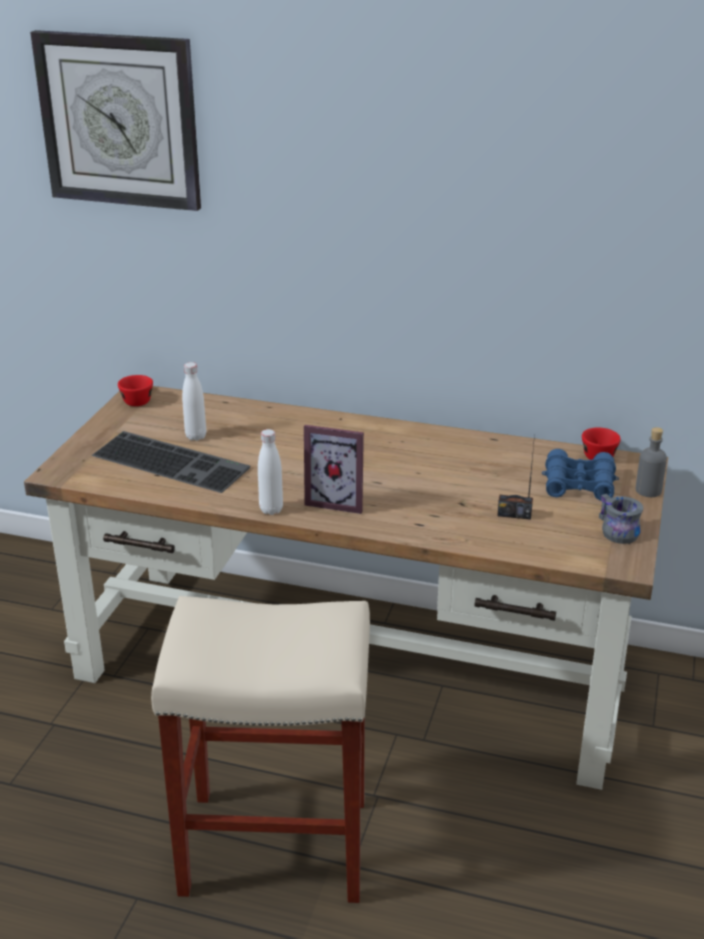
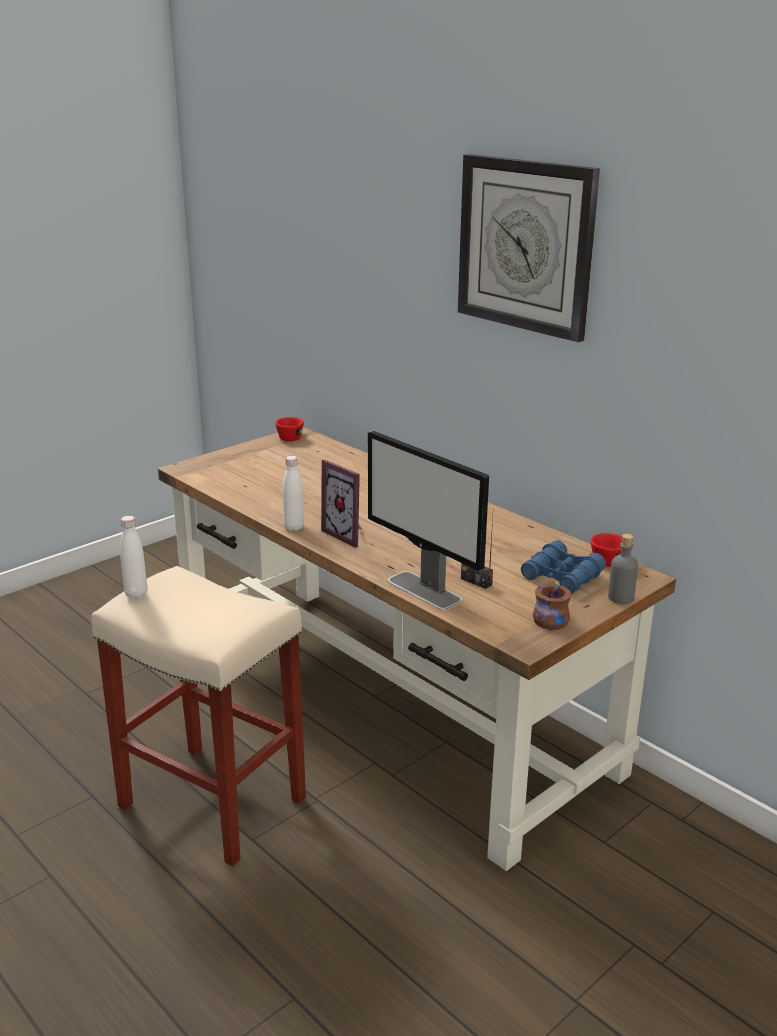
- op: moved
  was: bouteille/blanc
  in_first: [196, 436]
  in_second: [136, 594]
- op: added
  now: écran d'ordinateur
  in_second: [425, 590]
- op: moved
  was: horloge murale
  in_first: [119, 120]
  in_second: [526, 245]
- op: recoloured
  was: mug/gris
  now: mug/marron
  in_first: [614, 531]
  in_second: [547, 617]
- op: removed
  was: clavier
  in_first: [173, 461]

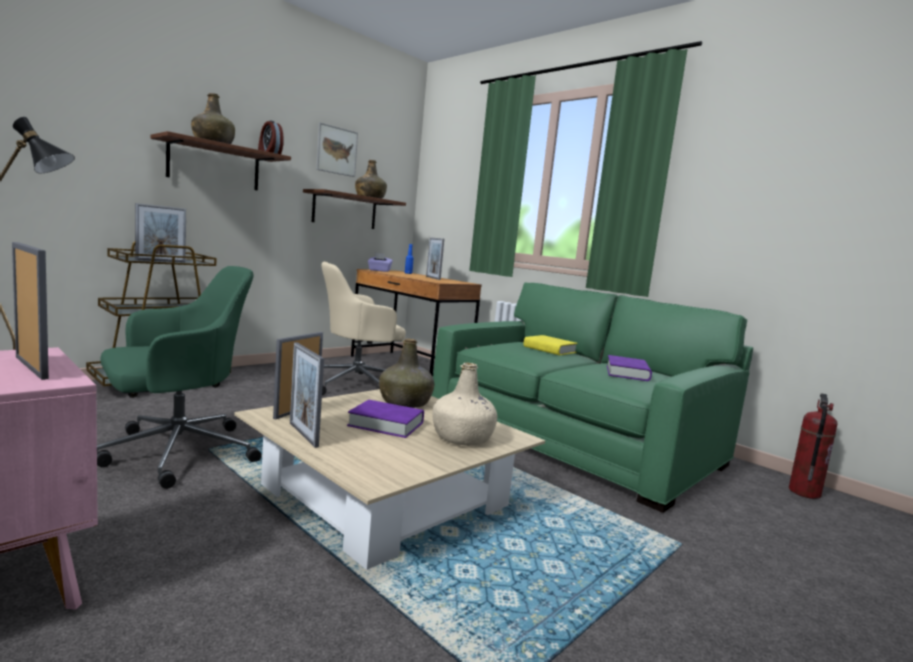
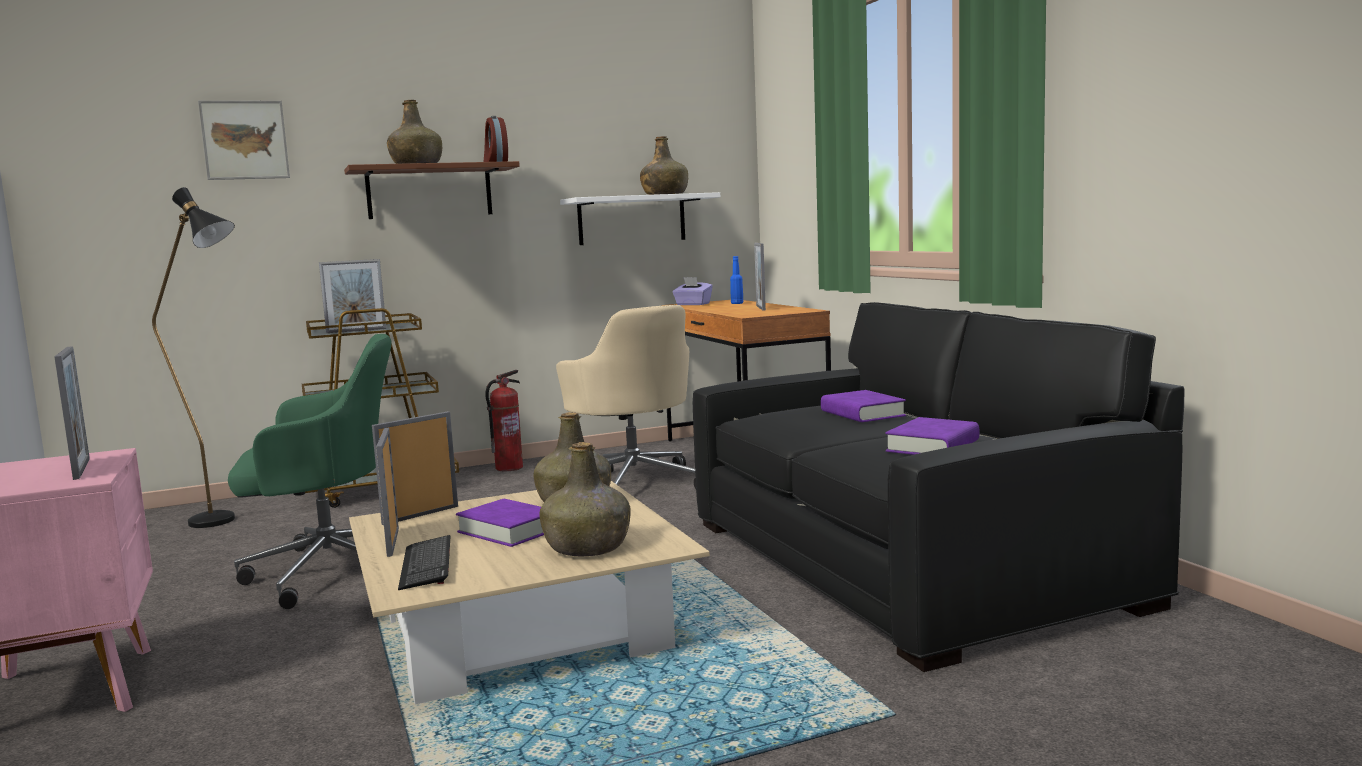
- op: moved
  was: tableau
  in_first: [337, 150]
  in_second: [245, 140]
- op: added
  now: clavier
  in_second: [426, 565]
- op: moved
  was: extincteur
  in_first: [803, 492]
  in_second: [509, 468]
- op: recoloured
  was: bouteille/beige
  now: bouteille/vert
  in_first: [463, 438]
  in_second: [588, 547]
- op: turned
  was: chaise de bureau/beige
  in_first: [357, 385]
  in_second: [634, 484]
  clockwise: -120
- op: recoloured
  was: étagère/marron
  now: étagère/blanc
  in_first: [345, 210]
  in_second: [632, 219]
- op: recoloured
  was: canapé/vert
  now: canapé/noir
  in_first: [574, 439]
  in_second: [906, 561]
- op: recoloured
  was: livre/jaune
  now: livre/violet
  in_first: [549, 349]
  in_second: [862, 414]

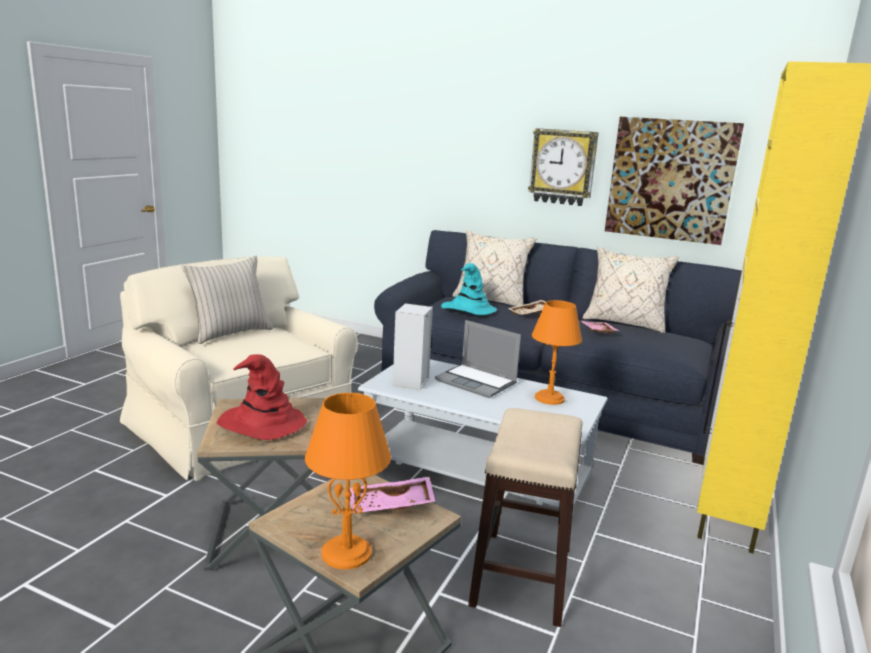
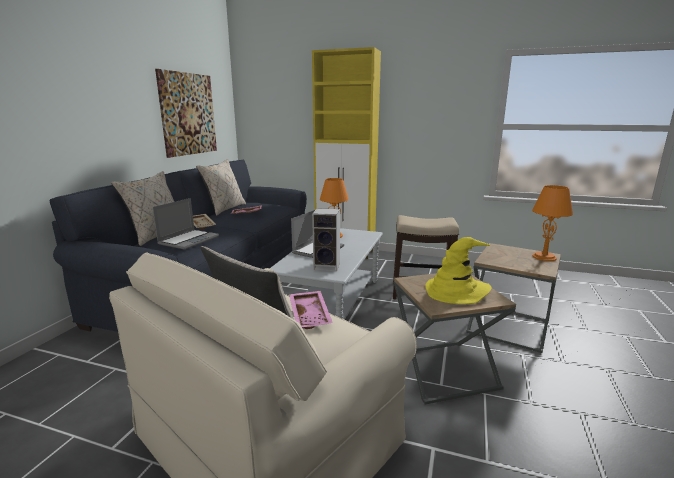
- op: replaced
  was: chapeau/turquoise
  now: ordinateur portable
  in_first: [468, 309]
  in_second: [189, 240]
- op: moved
  was: plateau/rose
  in_first: [391, 506]
  in_second: [311, 315]
- op: recoloured
  was: chapeau/rouge
  now: chapeau/jaune
  in_first: [261, 424]
  in_second: [456, 291]
- op: removed
  was: horloge murale
  in_first: [562, 167]

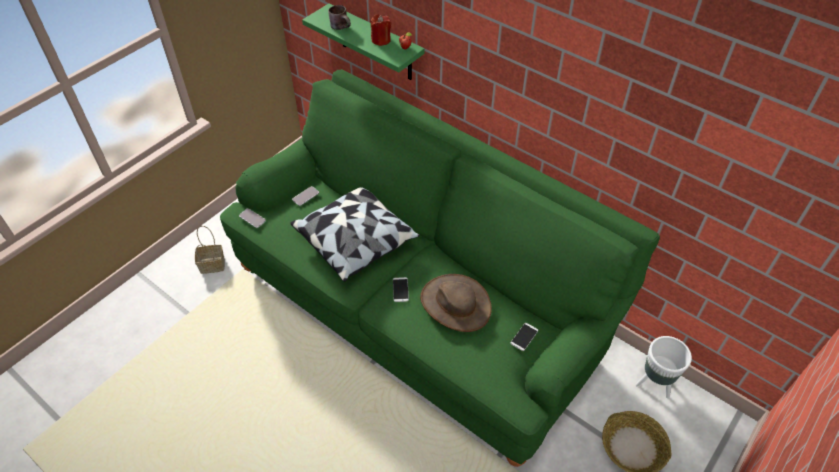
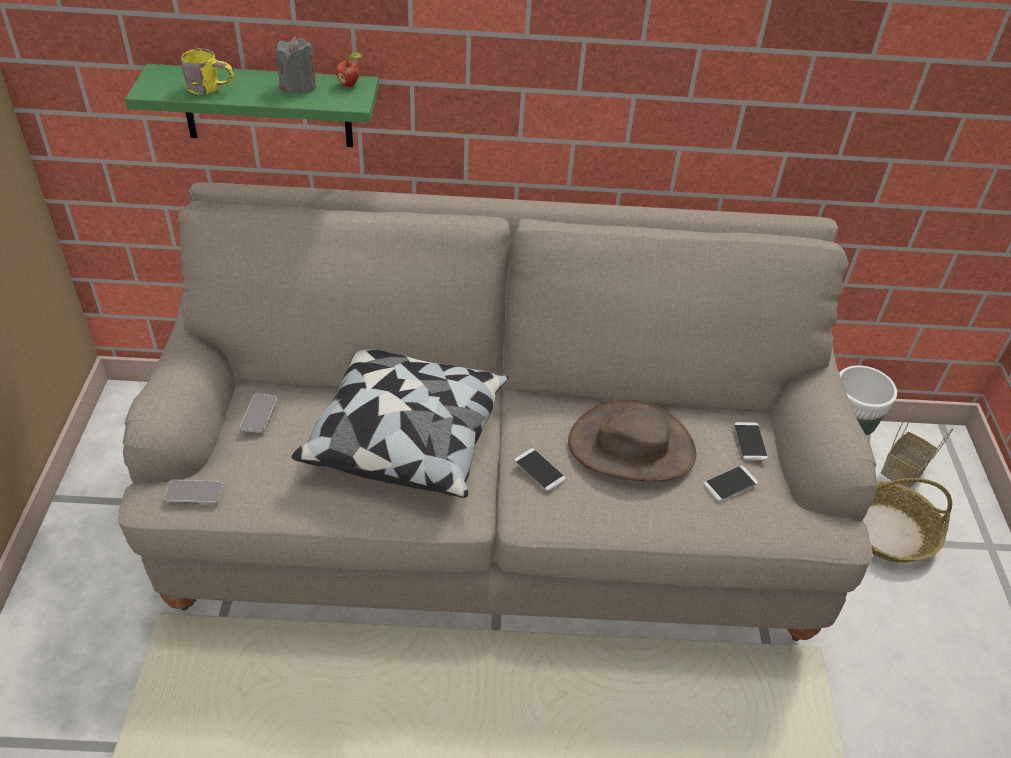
- op: recoloured
  was: canapé/vert
  now: canapé/beige
  in_first: [420, 309]
  in_second: [496, 515]
- op: recoloured
  was: mug/marron
  now: mug/jaune
  in_first: [342, 27]
  in_second: [211, 87]
- op: recoloured
  was: bougie/rouge
  now: bougie/gris
  in_first: [381, 40]
  in_second: [298, 86]
- op: added
  now: téléphone
  in_second: [730, 484]
- op: moved
  was: panier
  in_first: [211, 265]
  in_second: [902, 472]

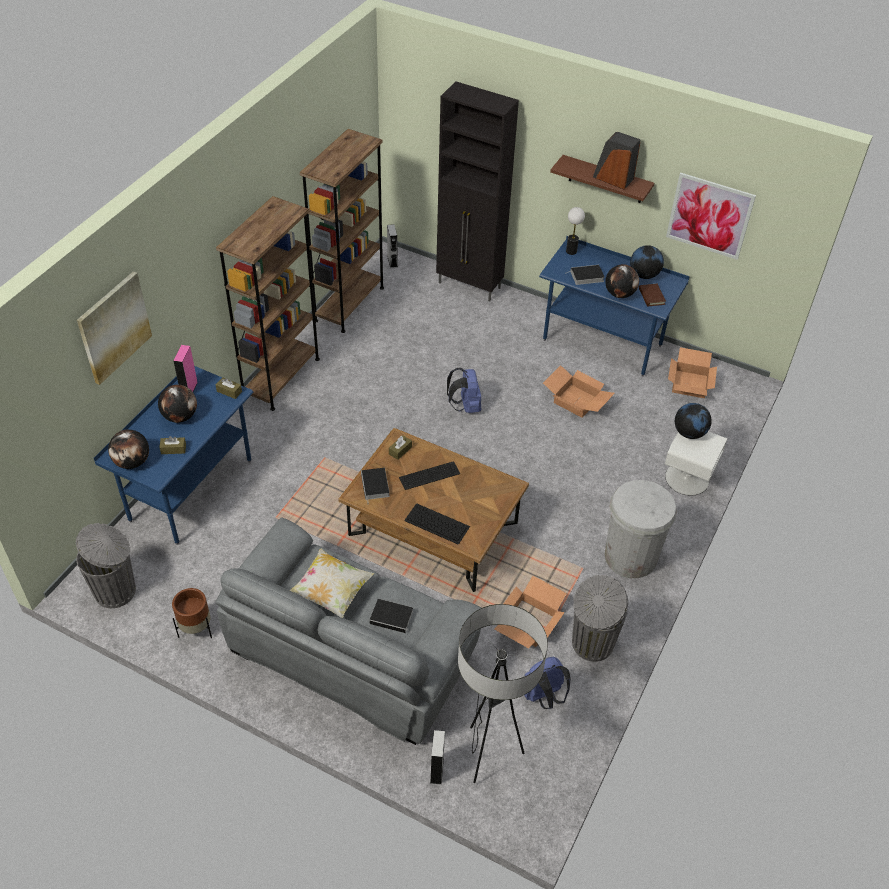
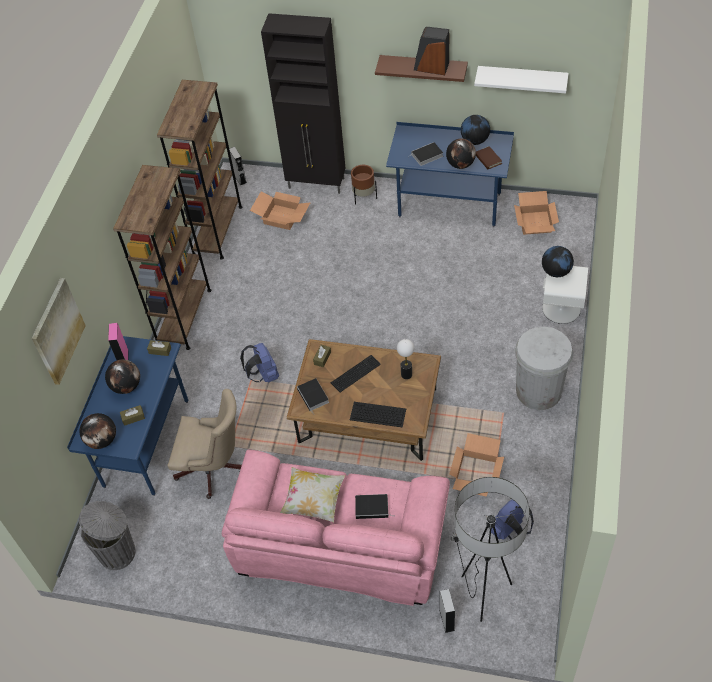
- op: added
  now: chaise de bureau/beige
  in_second: [214, 468]
- op: recoloured
  was: canapé/gris
  now: canapé/rose
  in_first: [350, 655]
  in_second: [339, 546]
- op: moved
  was: sac à dos/bleu
  in_first: [465, 406]
  in_second: [263, 375]
- op: moved
  was: carton
  in_first: [577, 400]
  in_second: [282, 217]
- op: moved
  was: cache-pot/marron
  in_first: [196, 629]
  in_second: [364, 197]
- op: moved
  was: lampe de table
  in_first: [571, 251]
  in_second: [406, 374]
- op: replaced
  was: tableau
  now: étagère/blanc
  in_first: [709, 216]
  in_second: [522, 79]
- op: removed
  was: poubelle/gris
  in_first: [591, 644]

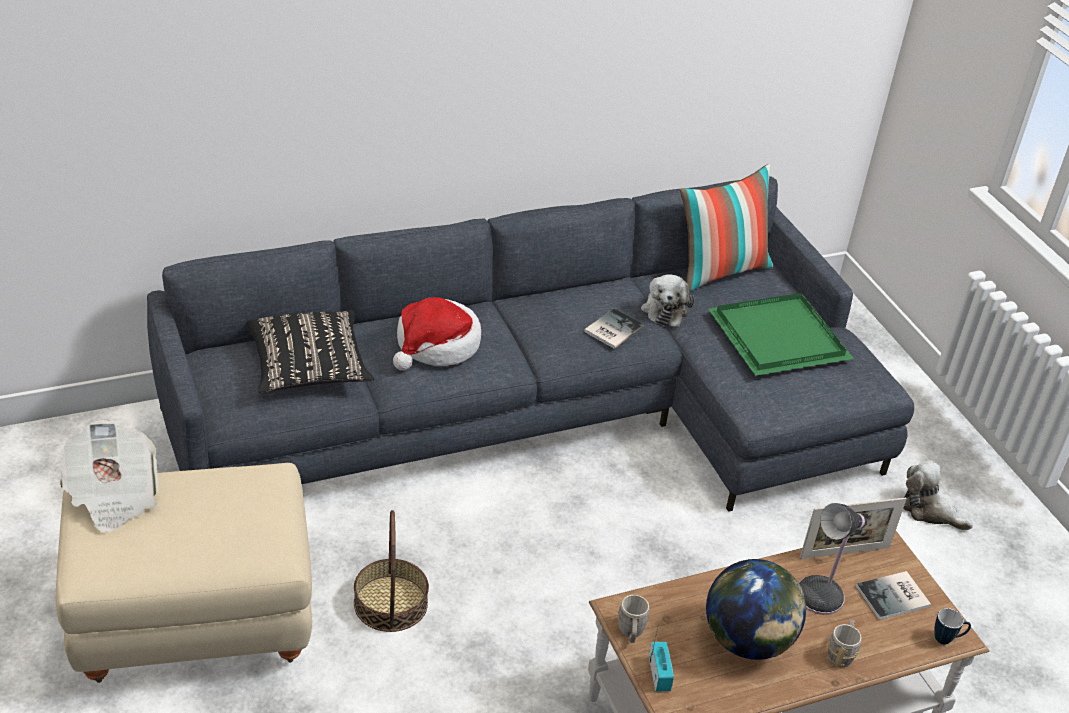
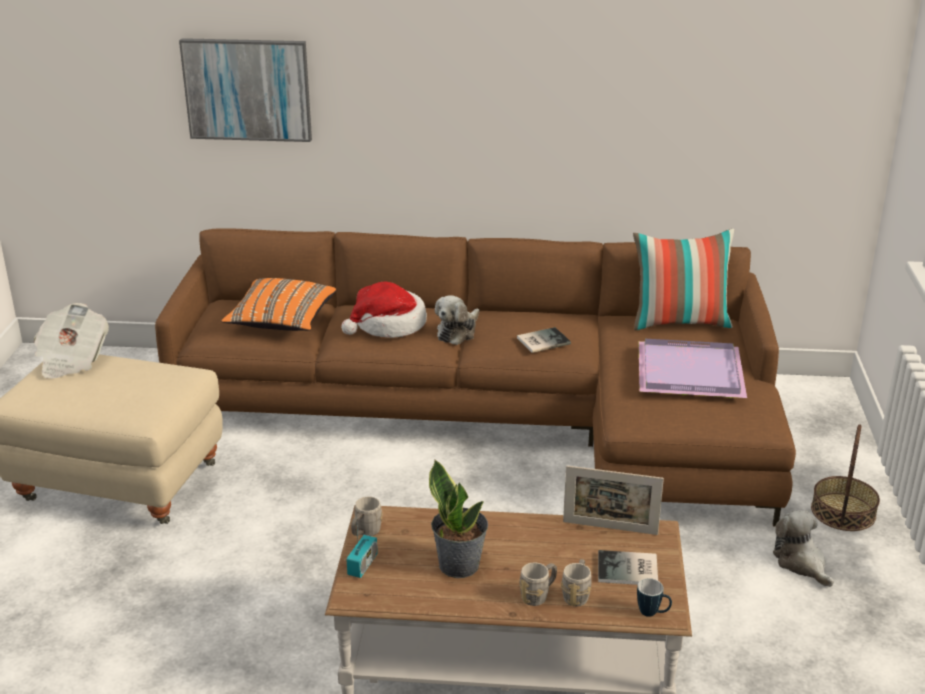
- op: recoloured
  was: canapé/gris
  now: canapé/marron
  in_first: [547, 412]
  in_second: [498, 417]
- op: added
  now: tableau
  in_second: [247, 89]
- op: recoloured
  was: coussin/noir
  now: coussin/orange
  in_first: [308, 369]
  in_second: [281, 322]
- op: replaced
  was: globe
  now: plante en pot
  in_first: [747, 642]
  in_second: [459, 564]
- op: moved
  was: peluche
  in_first: [664, 309]
  in_second: [458, 332]
- op: added
  now: mug/gris
  in_second: [577, 594]
- op: recoloured
  was: plateau/vert
  now: plateau/violet
  in_first: [775, 336]
  in_second: [687, 371]
- op: moved
  was: panier
  in_first: [391, 603]
  in_second: [843, 512]
- op: removed
  was: lampe de table
  in_first: [822, 594]

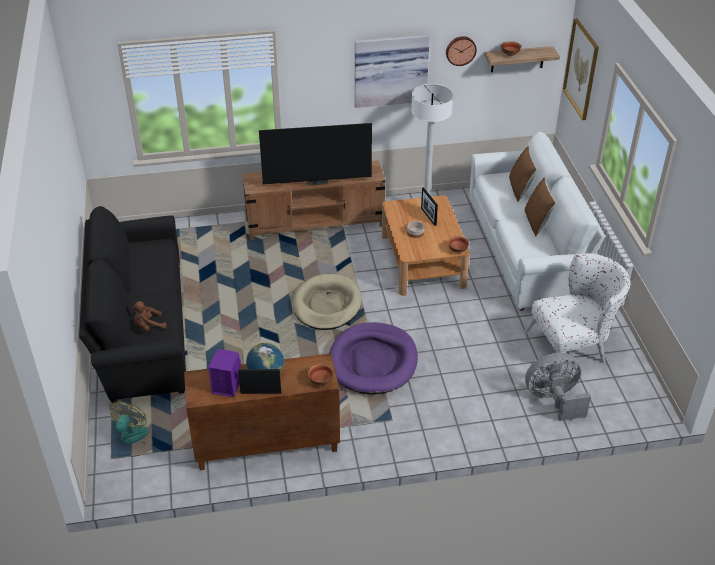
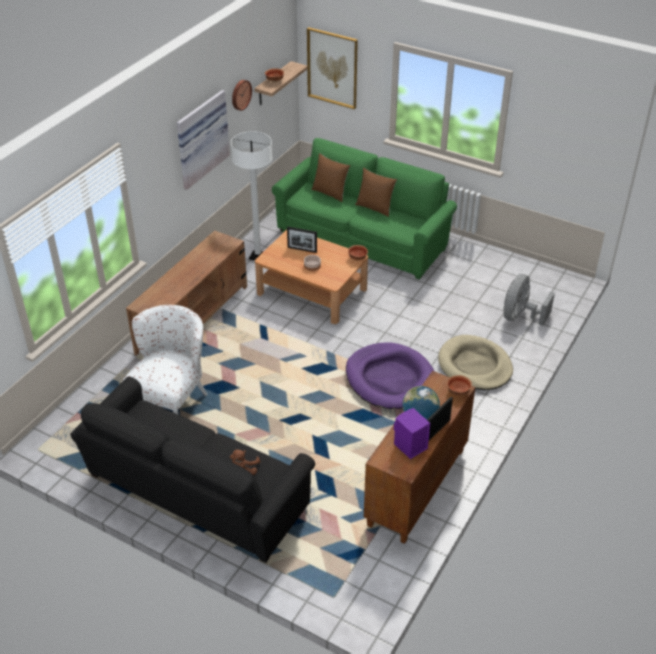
- op: moved
  was: fauteuil/blanc
  in_first: [573, 346]
  in_second: [171, 399]
- op: recoloured
  was: canapé/blanc
  now: canapé/vert
  in_first: [528, 250]
  in_second: [364, 238]
- op: moved
  was: panier pour chien/beige
  in_first: [327, 305]
  in_second: [475, 366]
- op: removed
  was: ventilateur
  in_first: [131, 440]
- op: removed
  was: téléviseur
  in_first: [317, 180]

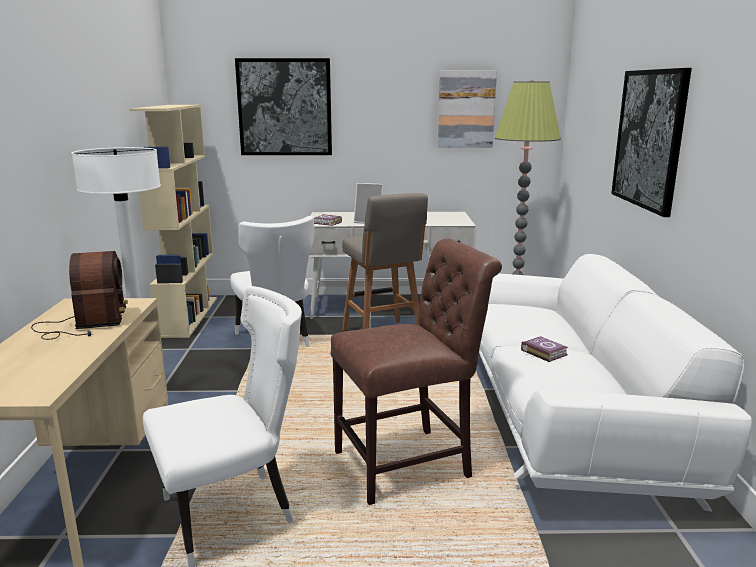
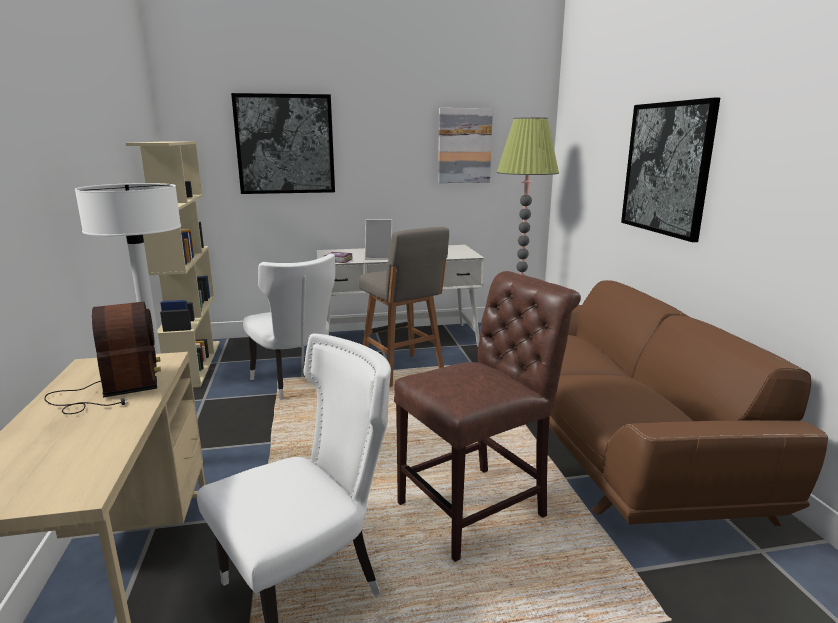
- op: recoloured
  was: canapé/blanc
  now: canapé/marron
  in_first: [567, 415]
  in_second: [608, 439]
- op: removed
  was: livre
  in_first: [543, 352]

